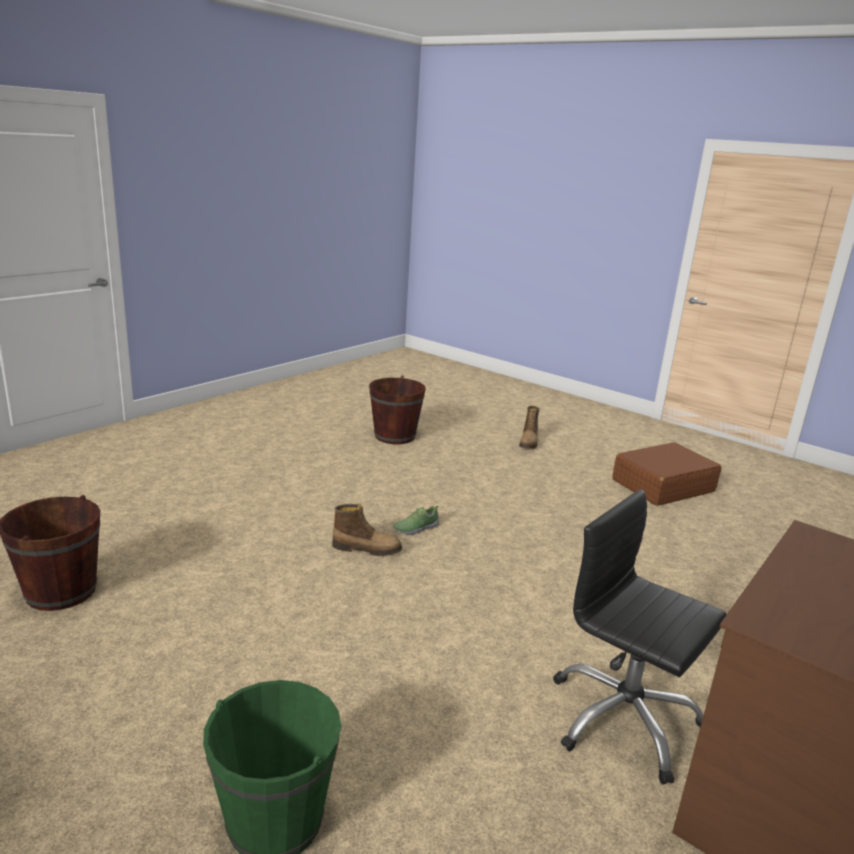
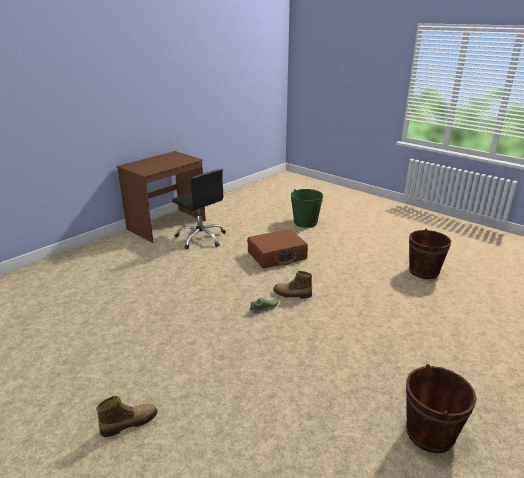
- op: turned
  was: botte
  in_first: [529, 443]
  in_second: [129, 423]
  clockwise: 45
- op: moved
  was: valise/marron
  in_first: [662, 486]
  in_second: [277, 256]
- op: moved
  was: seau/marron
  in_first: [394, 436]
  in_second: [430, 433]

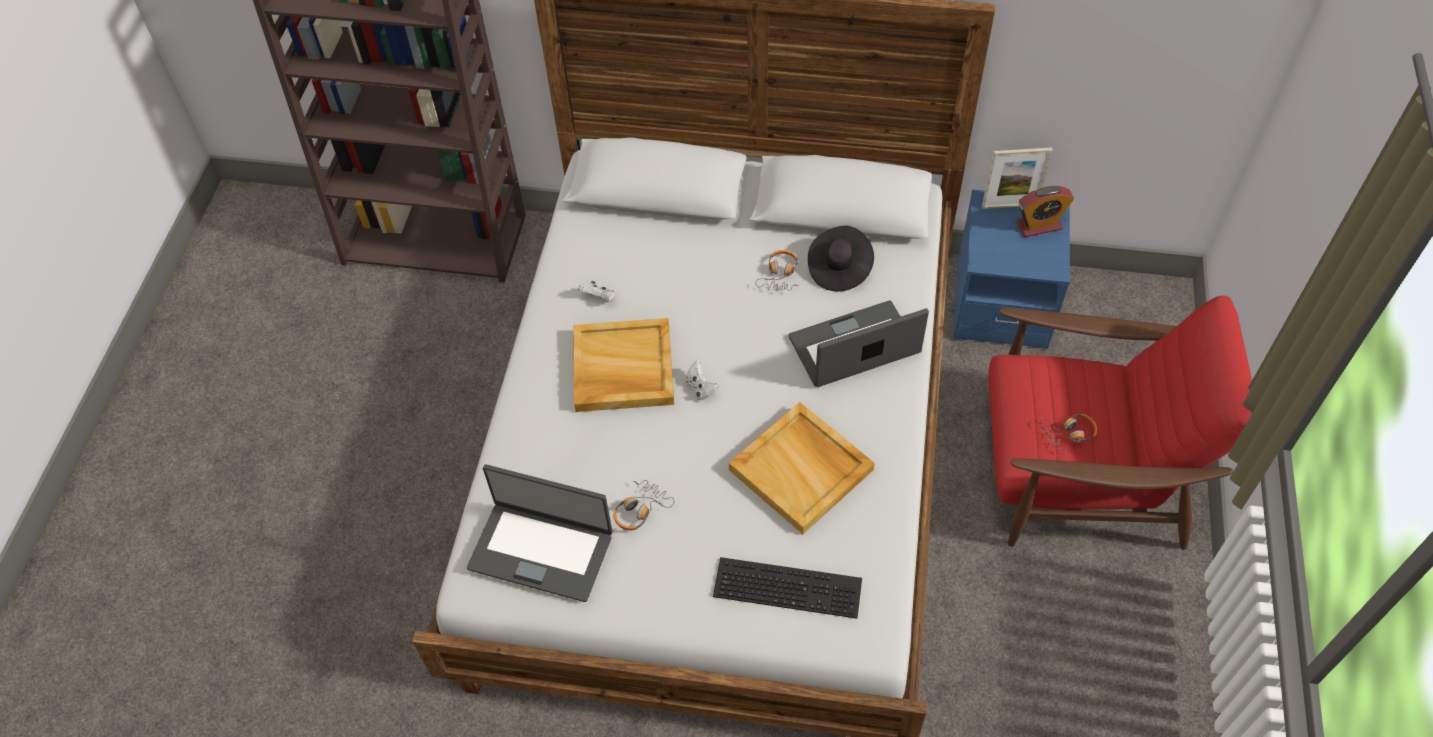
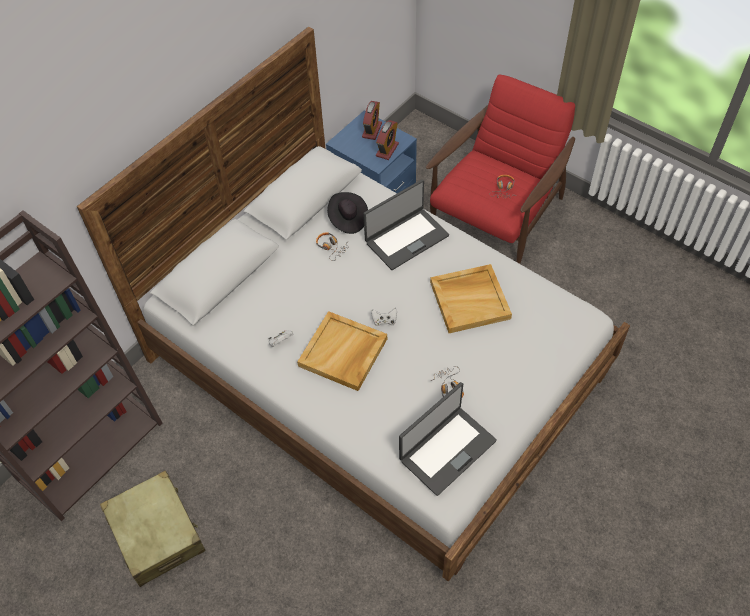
- op: added
  now: valise/beige
  in_second: [157, 533]
- op: turned
  was: ordinateur portable
  in_first: [855, 347]
  in_second: [406, 238]
  clockwise: -135
- op: added
  now: réveil
  in_second: [387, 150]
- op: removed
  was: clavier
  in_first: [789, 585]
- op: removed
  was: cadre photo
  in_first: [1009, 205]

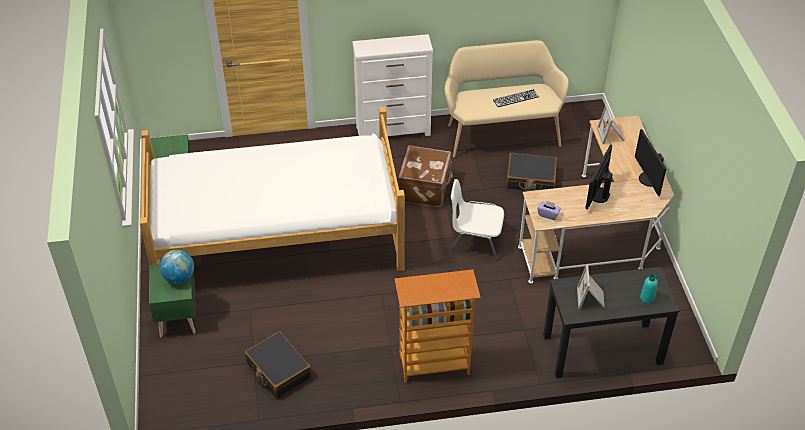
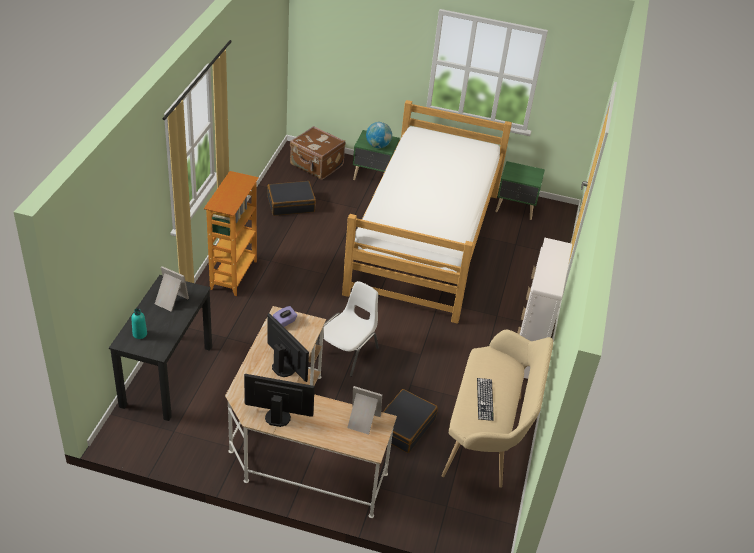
- op: moved
  was: valise/marron
  in_first: [425, 188]
  in_second: [316, 165]

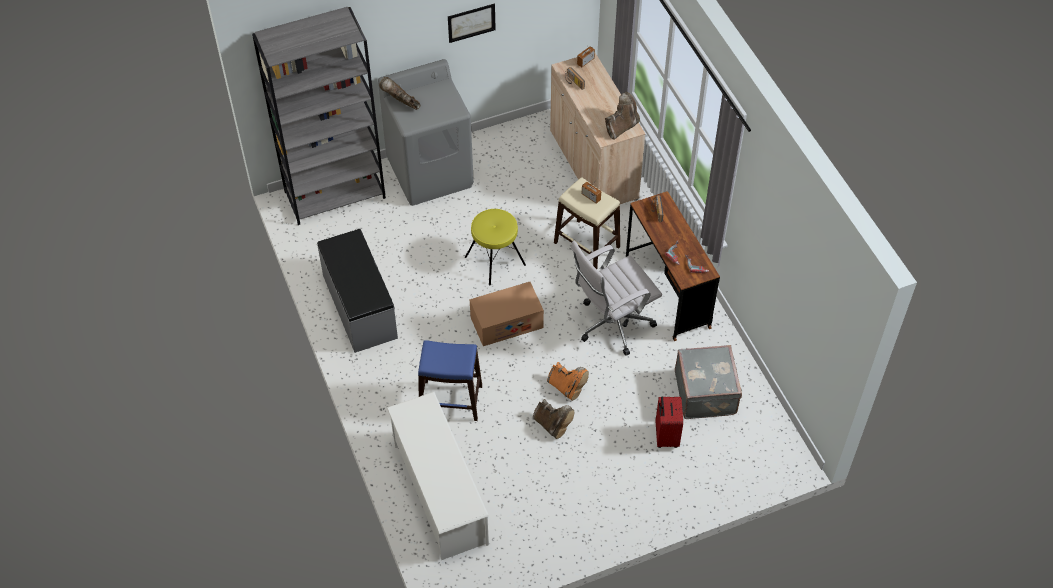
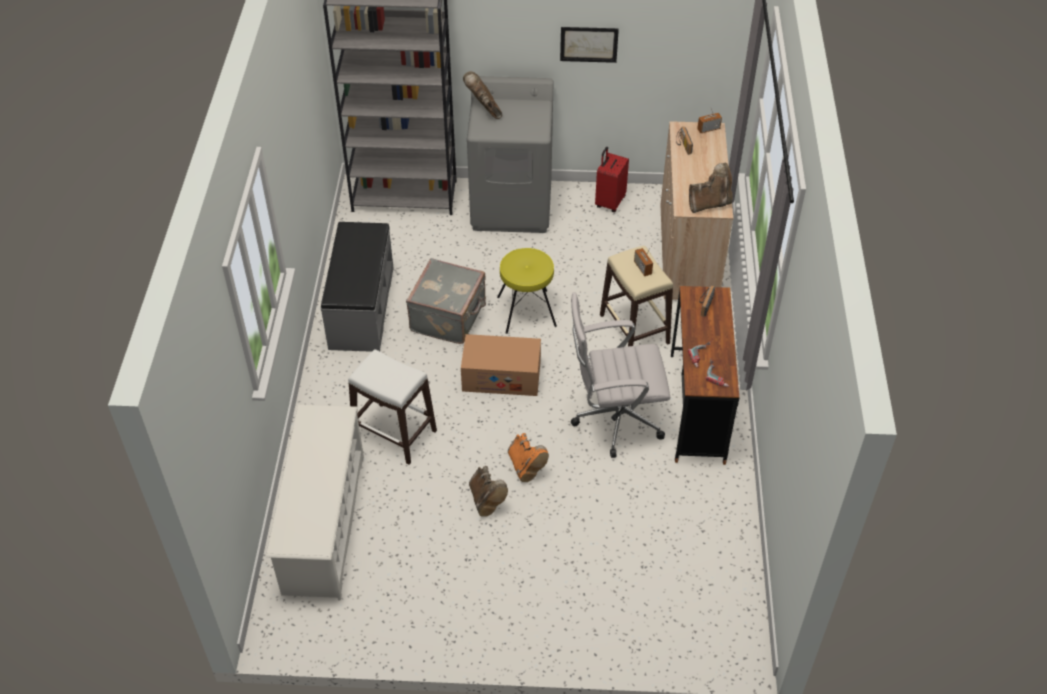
- op: recoloured
  was: tabouret/bleu
  now: tabouret/blanc
  in_first: [451, 401]
  in_second: [394, 434]
- op: moved
  was: valise/gris
  in_first: [706, 393]
  in_second: [449, 317]
- op: moved
  was: valise/rouge
  in_first: [665, 436]
  in_second: [609, 202]

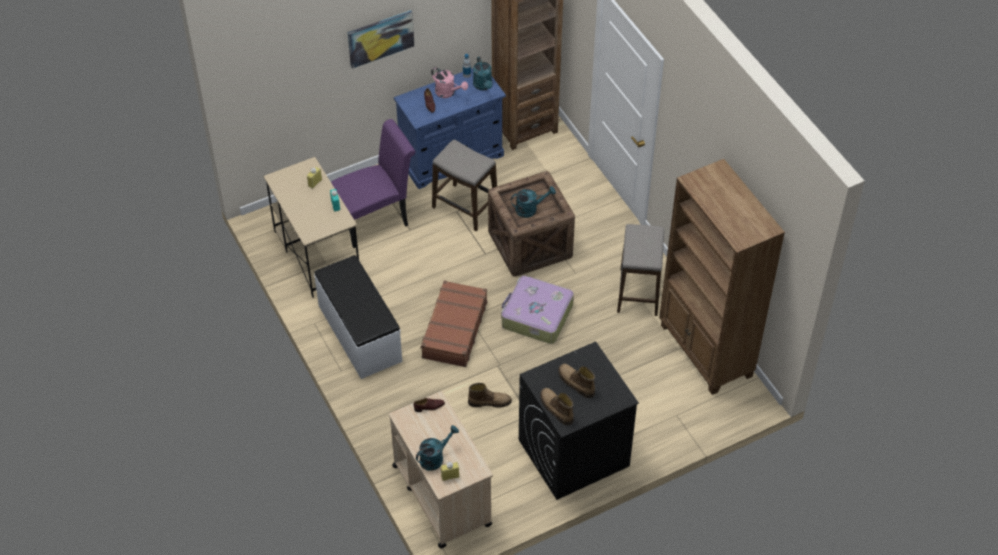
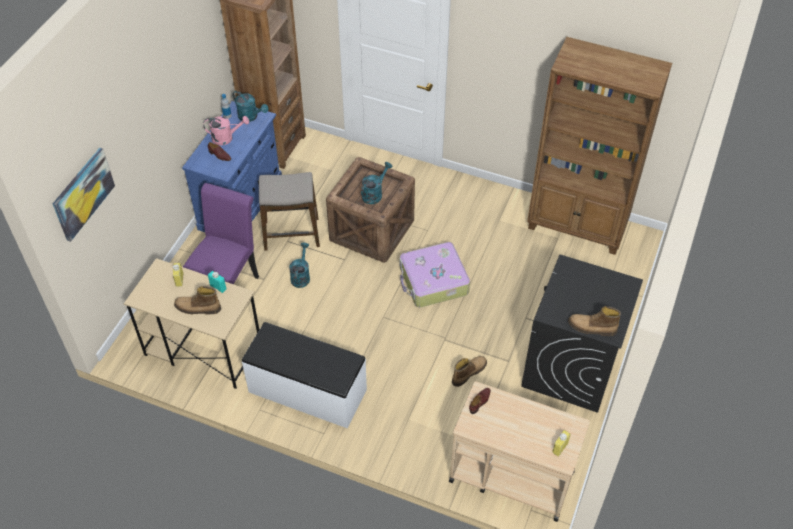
- op: moved
  was: tableau
  in_first: [380, 38]
  in_second: [83, 193]
- op: moved
  was: botte
  in_first: [575, 383]
  in_second: [197, 308]
- op: moved
  was: arrosoir/turquoise
  in_first: [435, 457]
  in_second: [301, 276]
- op: removed
  was: valise/marron
  in_first: [454, 330]
- op: removed
  was: tabouret
  in_first: [638, 292]

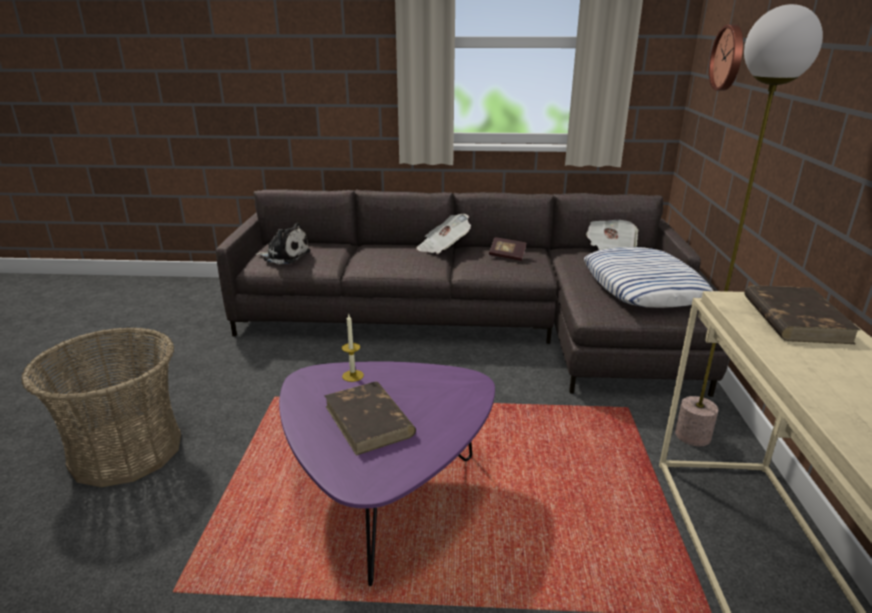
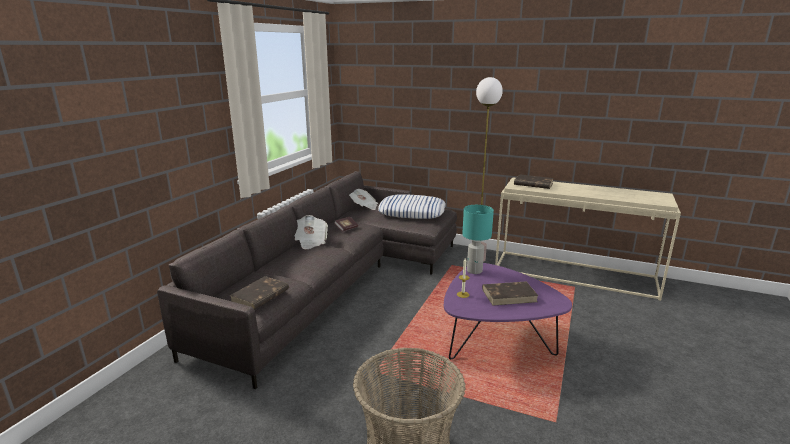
- op: replaced
  was: peluche
  now: livre/marron
  in_first: [284, 256]
  in_second: [260, 296]
- op: added
  now: lampe de table/turquoise
  in_second: [474, 271]
- op: removed
  was: horloge murale
  in_first: [729, 58]

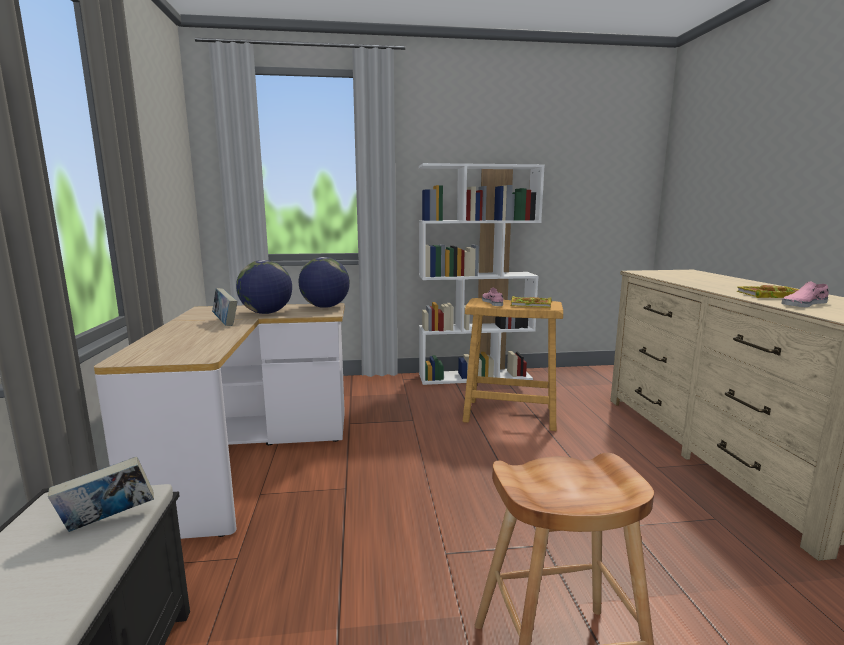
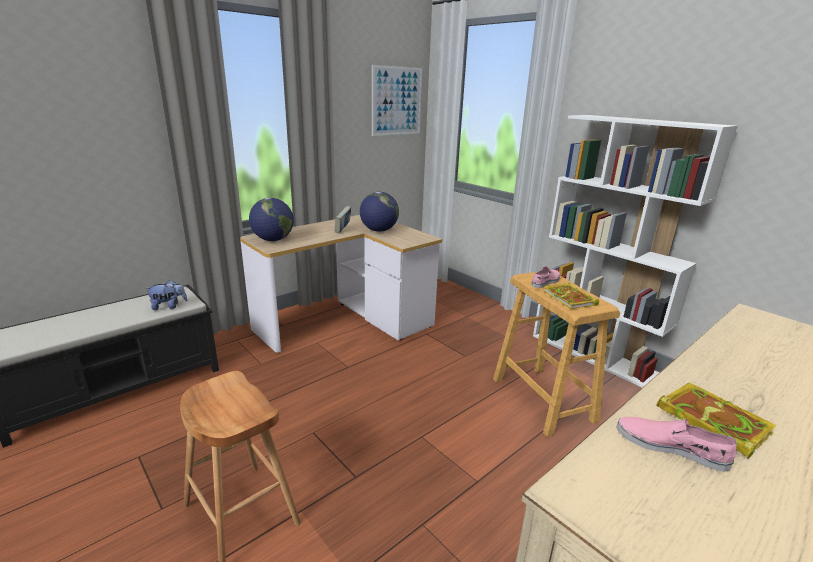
- op: replaced
  was: livre
  now: peluche
  in_first: [108, 521]
  in_second: [169, 306]
- op: moved
  was: globe
  in_first: [325, 307]
  in_second: [273, 240]
- op: added
  now: tableau
  in_second: [396, 101]

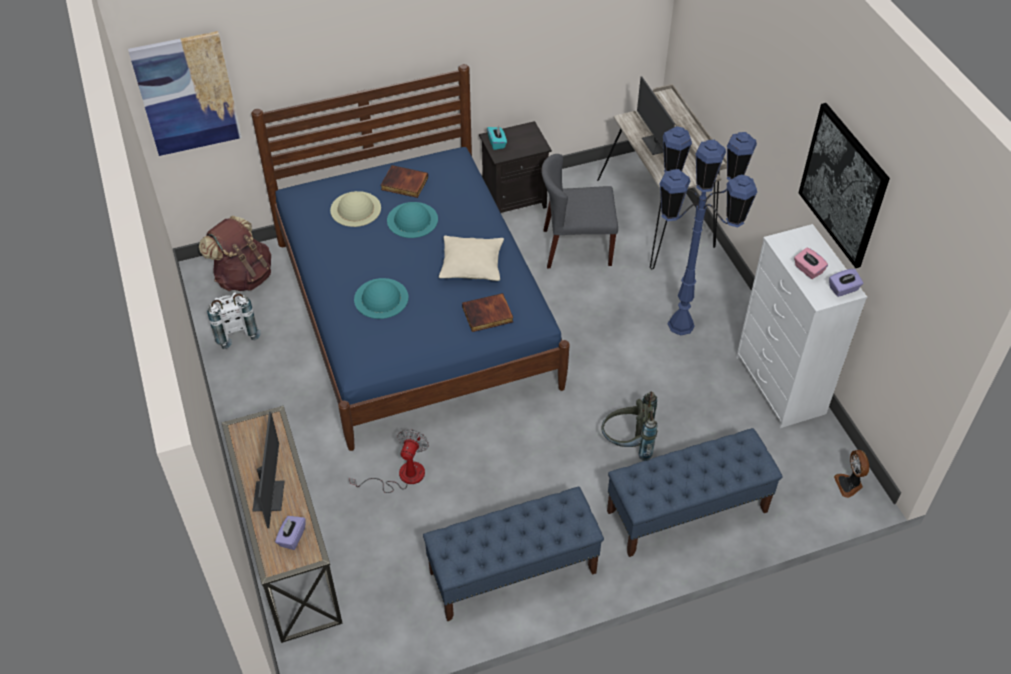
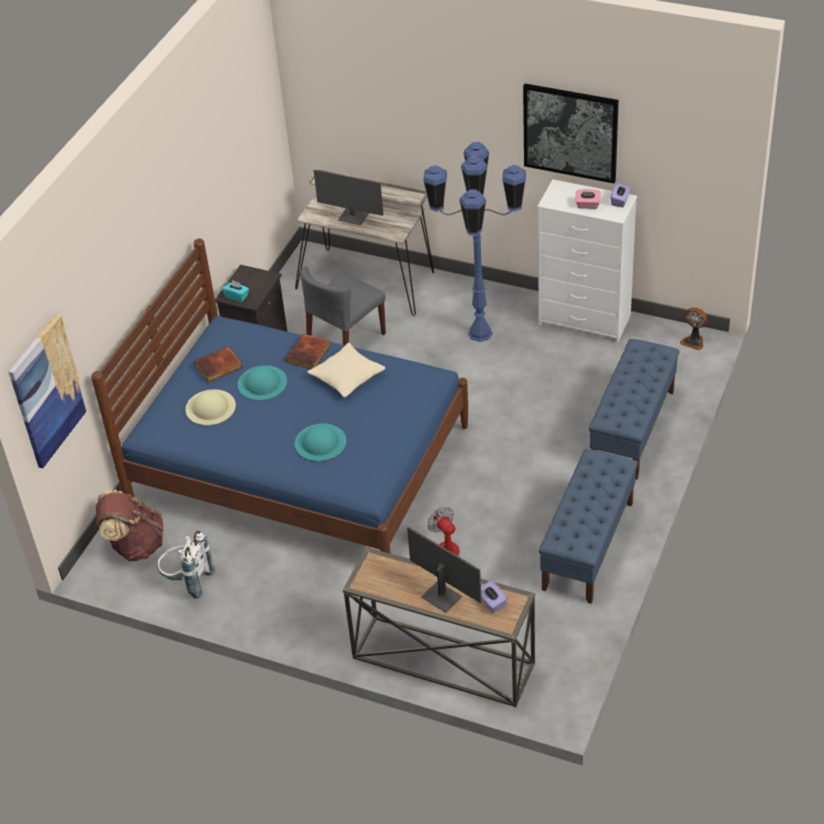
- op: moved
  was: livre
  in_first: [487, 315]
  in_second: [309, 354]
- op: removed
  was: sac à dos/gris
  in_first: [628, 445]

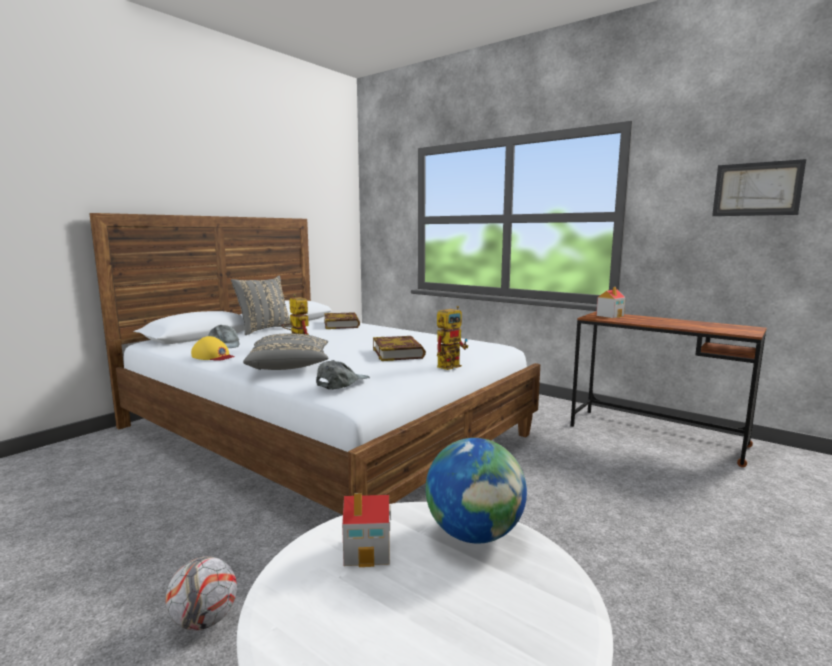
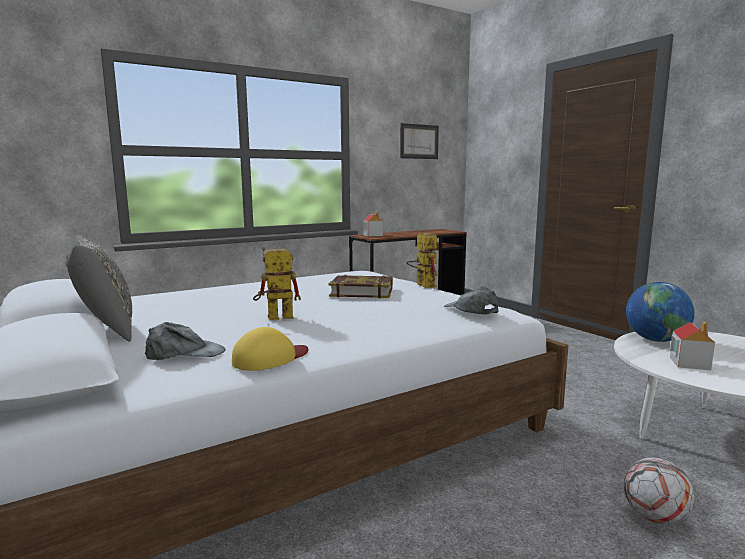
- op: removed
  was: coussin/gris
  in_first: [290, 366]
- op: removed
  was: livre
  in_first: [342, 324]

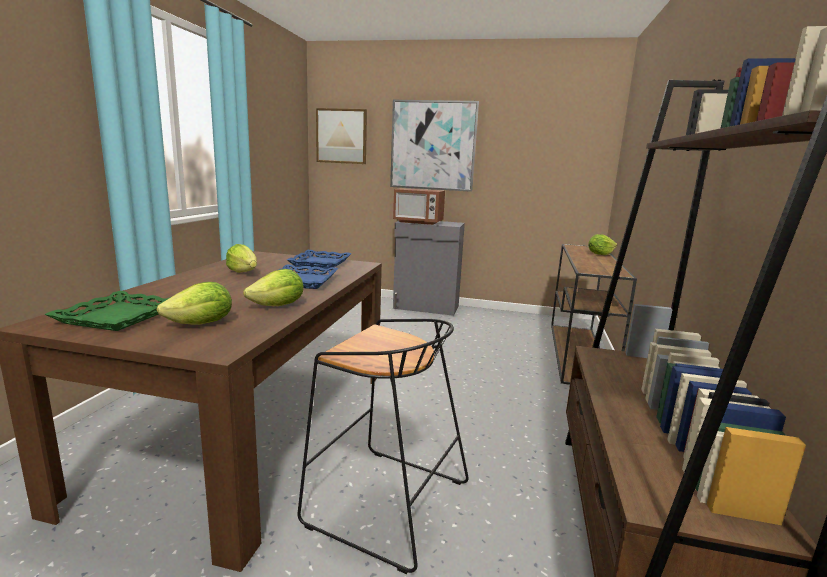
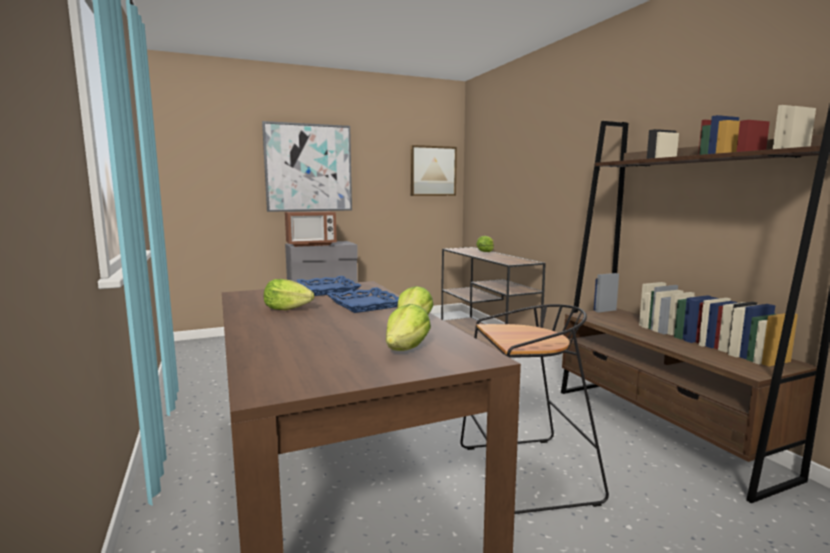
- op: moved
  was: tableau
  in_first: [341, 136]
  in_second: [433, 171]
- op: removed
  was: plateau/vert
  in_first: [119, 317]

